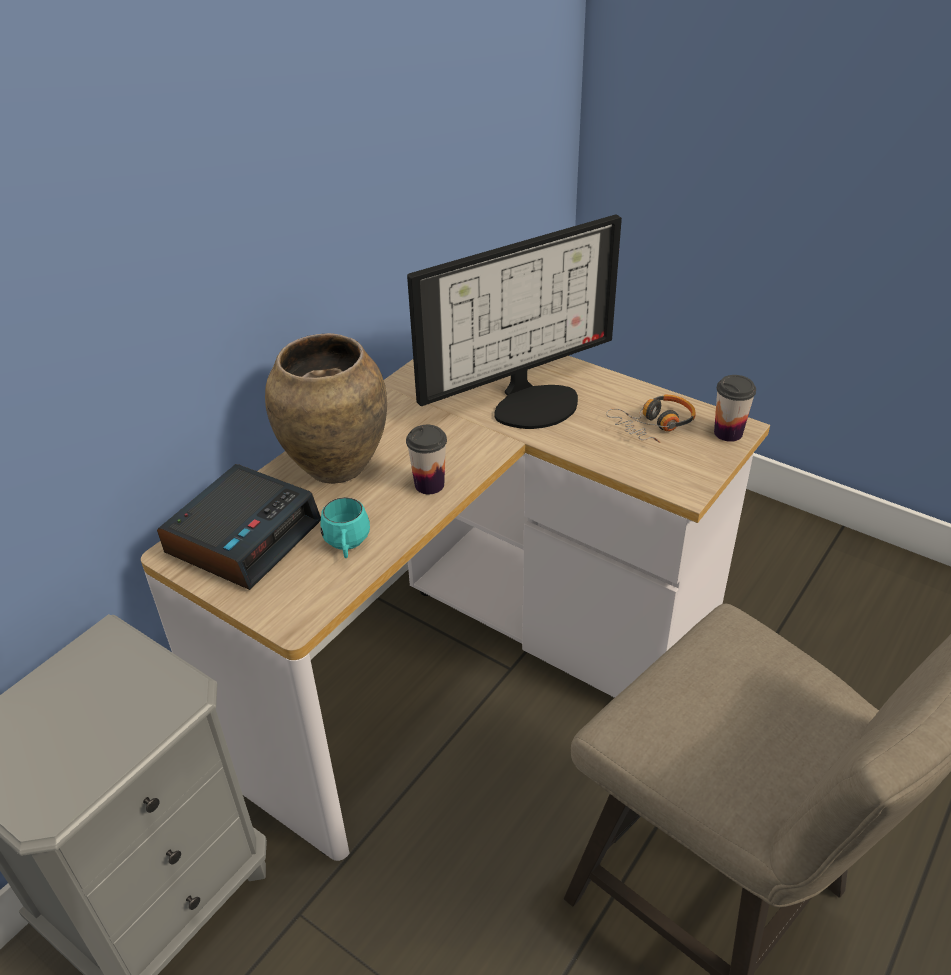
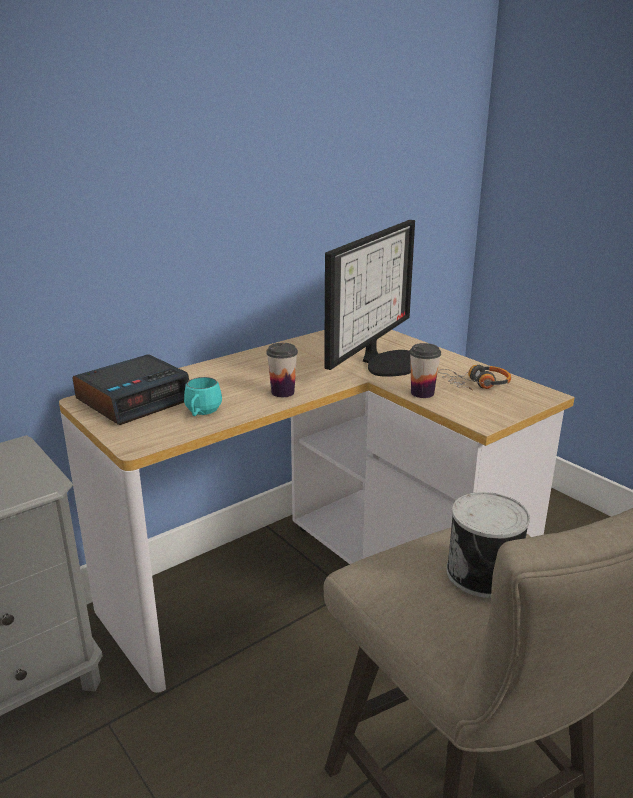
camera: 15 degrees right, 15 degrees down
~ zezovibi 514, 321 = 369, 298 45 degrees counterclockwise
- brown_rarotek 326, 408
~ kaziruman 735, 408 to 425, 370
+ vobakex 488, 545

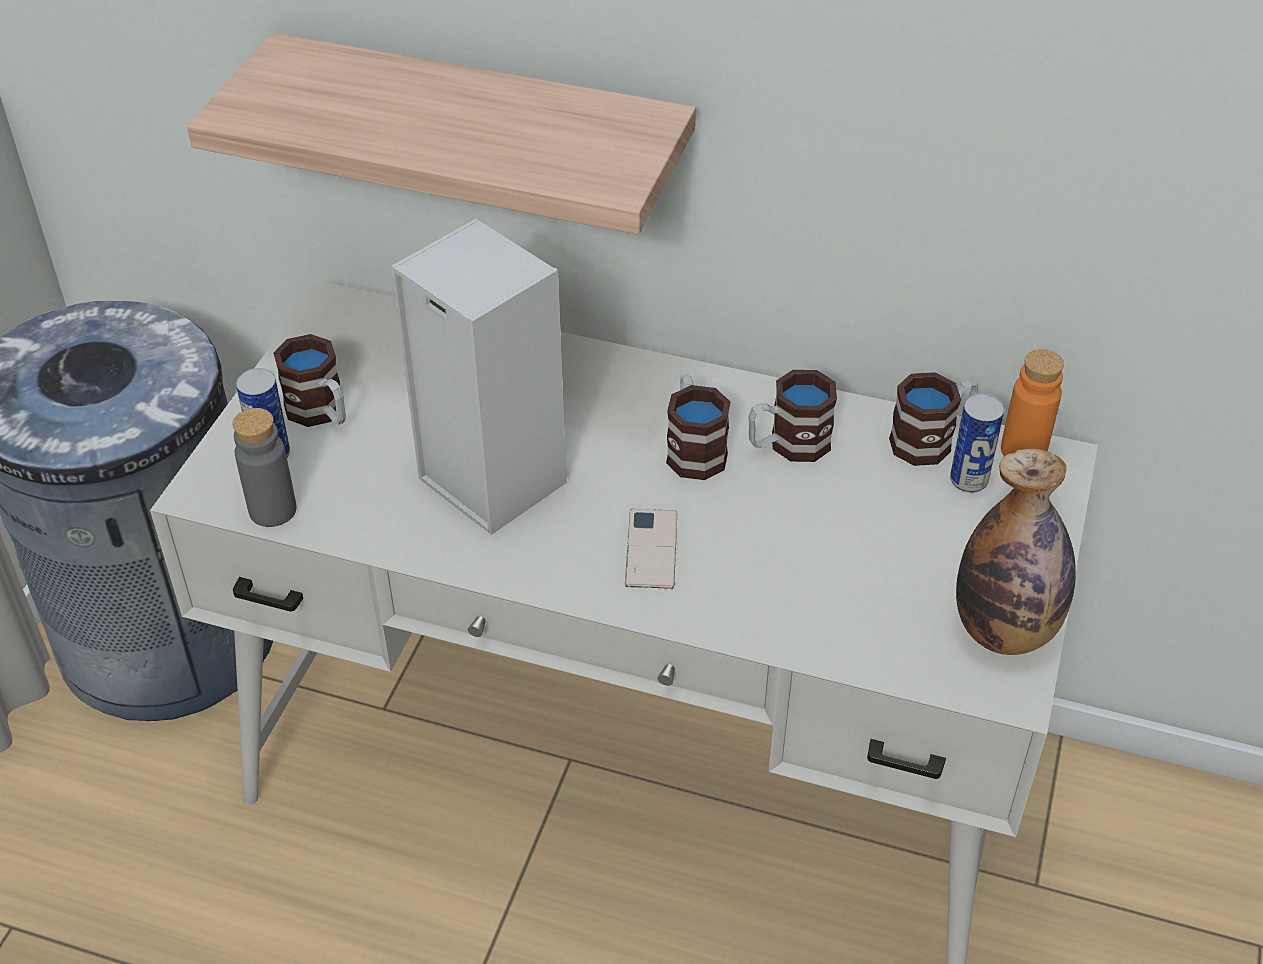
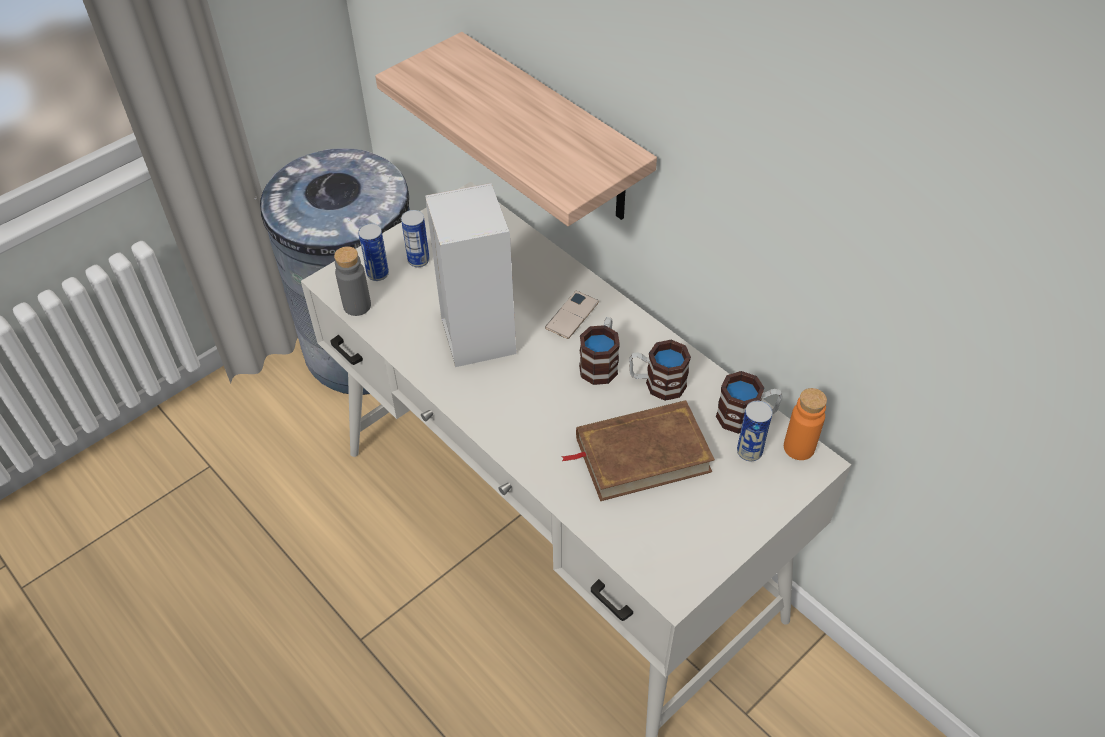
camera: 30 degrees right, 5 degrees up
~ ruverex 309, 380 to vobakex 415, 238
- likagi 1016, 552
~ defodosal 651, 549 to 572, 315
+ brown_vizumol 638, 450

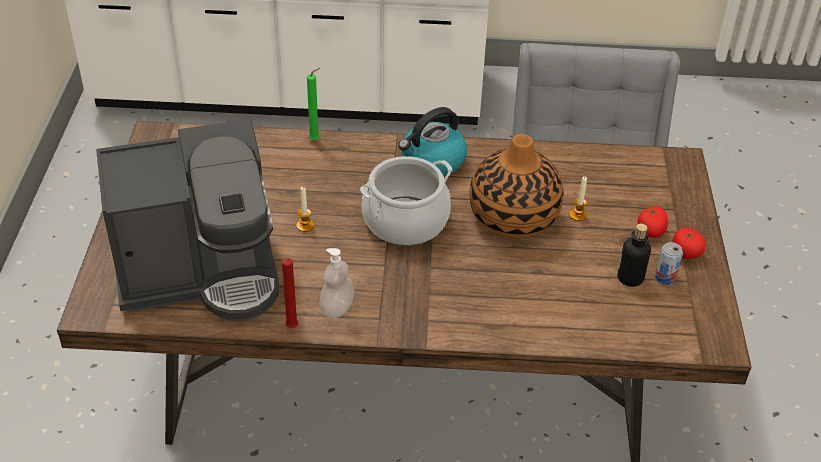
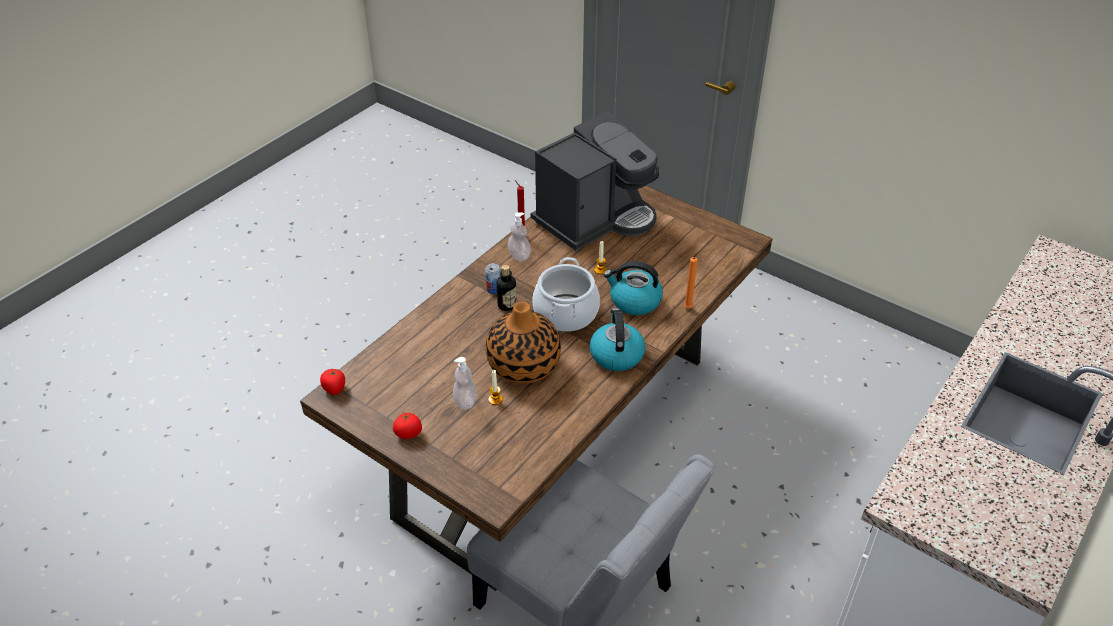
camera: 125 degrees right, 0 degrees up
~ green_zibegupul 313, 104 to orange_zibegupul 691, 282
~ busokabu 187, 220 = 595, 181 150 degrees counterclockwise
~ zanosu 653, 222 to 332, 382
~ likagi 634, 255 to 506, 288
~ vobakex 669, 263 to 493, 278
+ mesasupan 633, 288
+ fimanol 465, 383

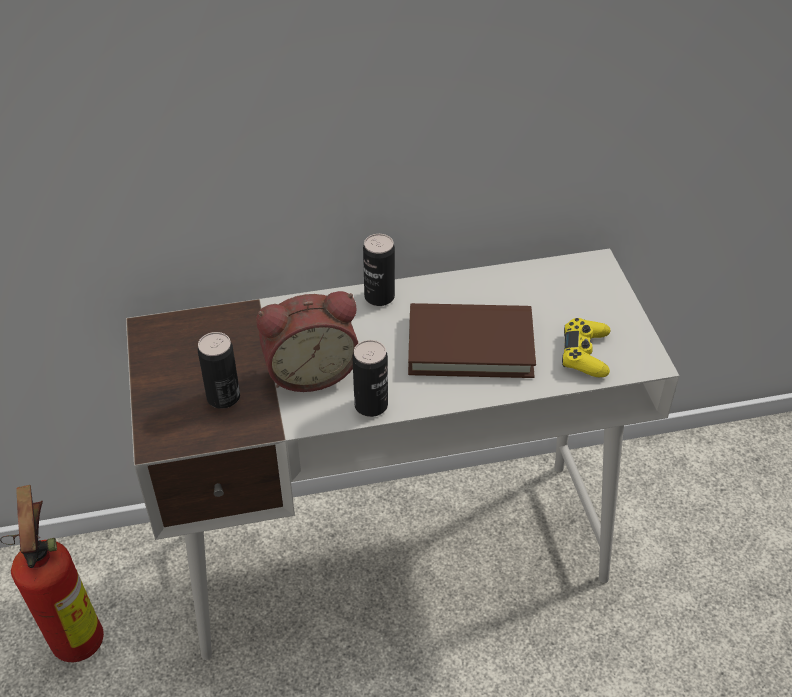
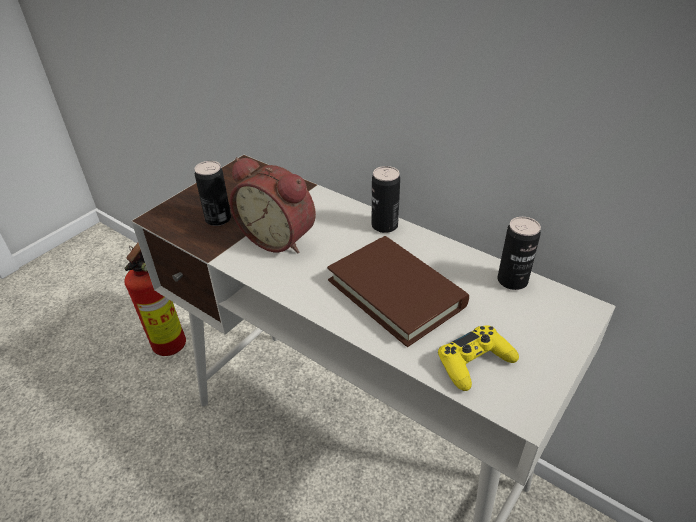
camera: 50 degrees right, 5 degrees down
~ vobakex 370, 378 to 519, 253

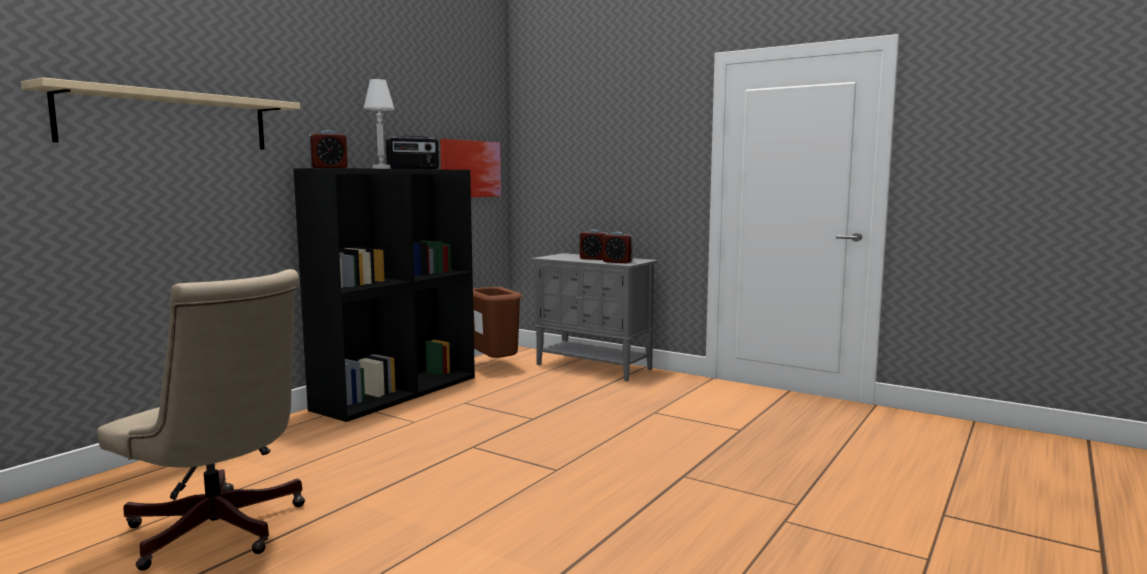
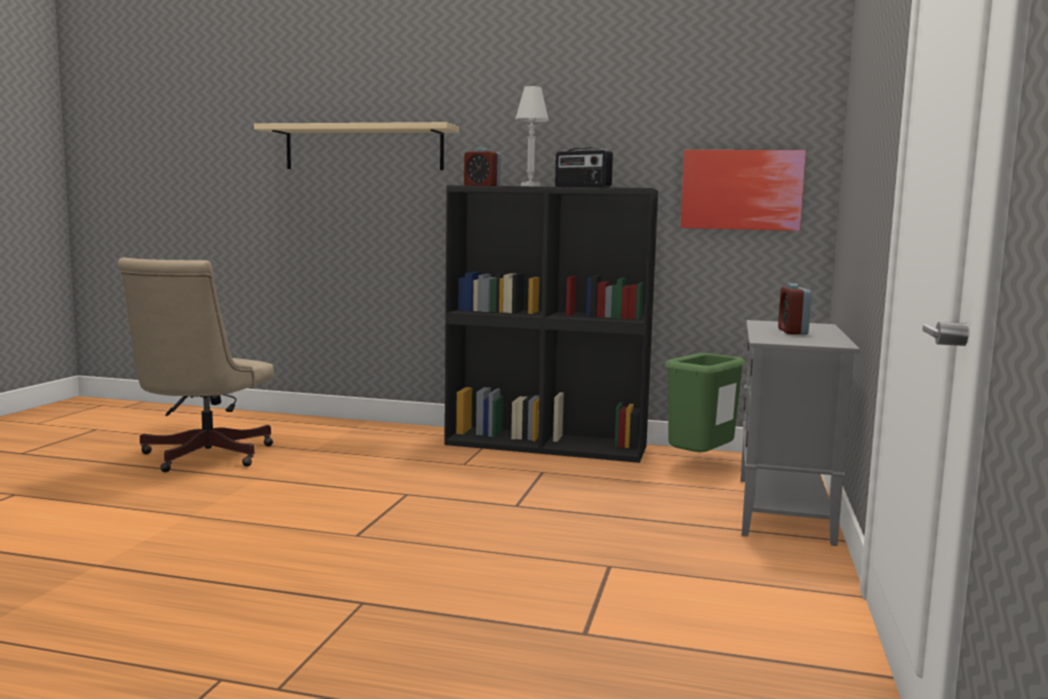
camera: 70 degrees right, 0 degrees up
- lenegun 618, 247
~ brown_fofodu 497, 322 to green_fofodu 705, 402

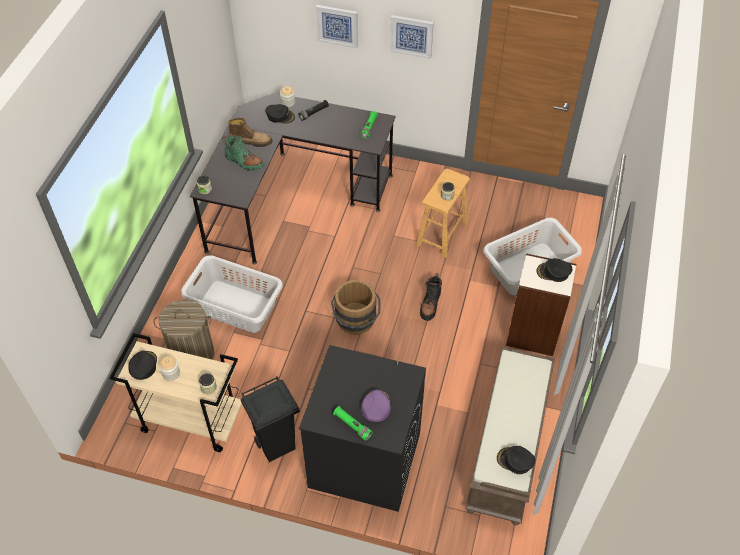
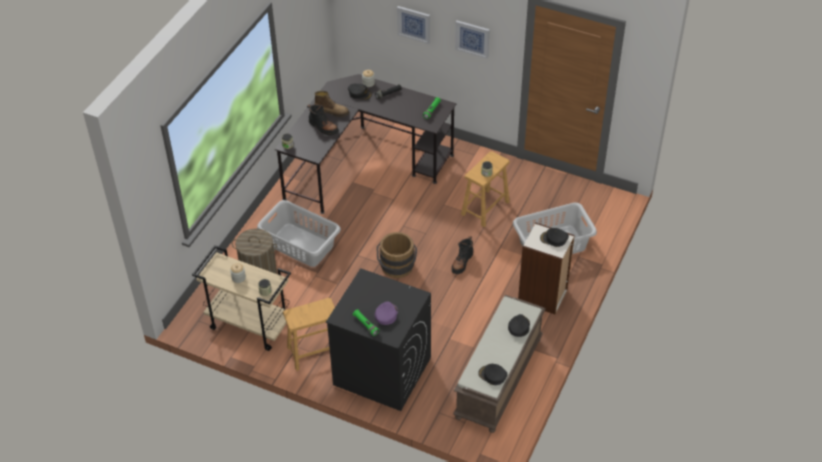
camera: 10 degrees right, 5 degrees down
~ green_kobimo 243, 153 to black_kobimo 323, 119
~ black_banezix 142, 365 to 519, 325
~ black_fofodu 270, 419 to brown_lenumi 309, 334

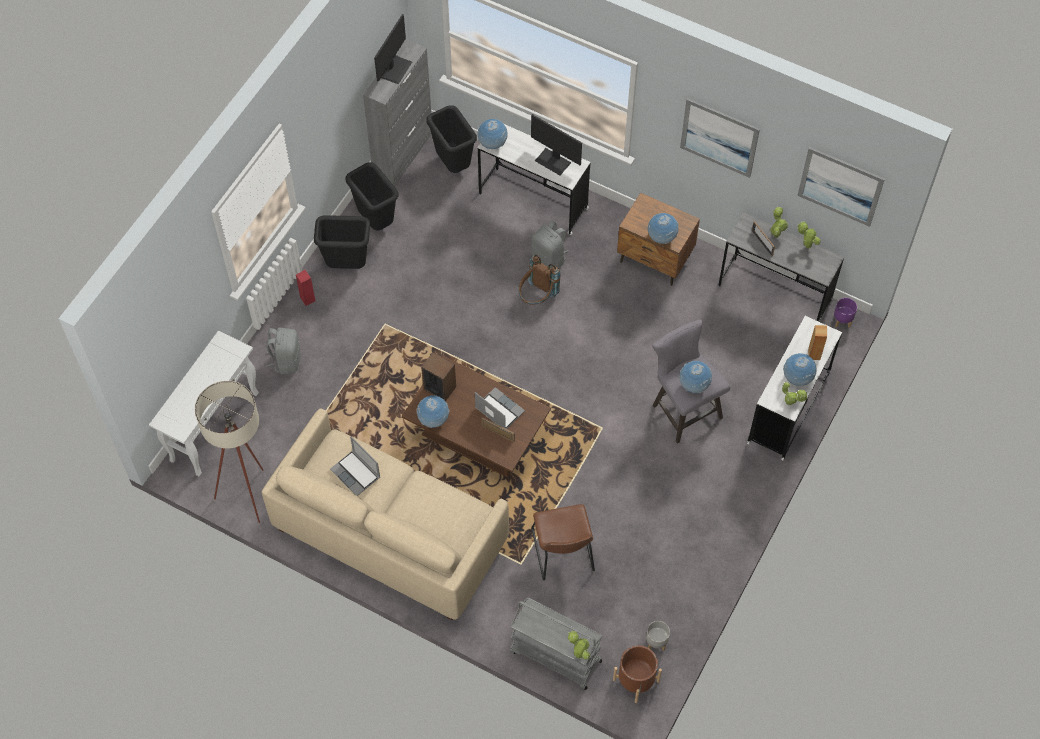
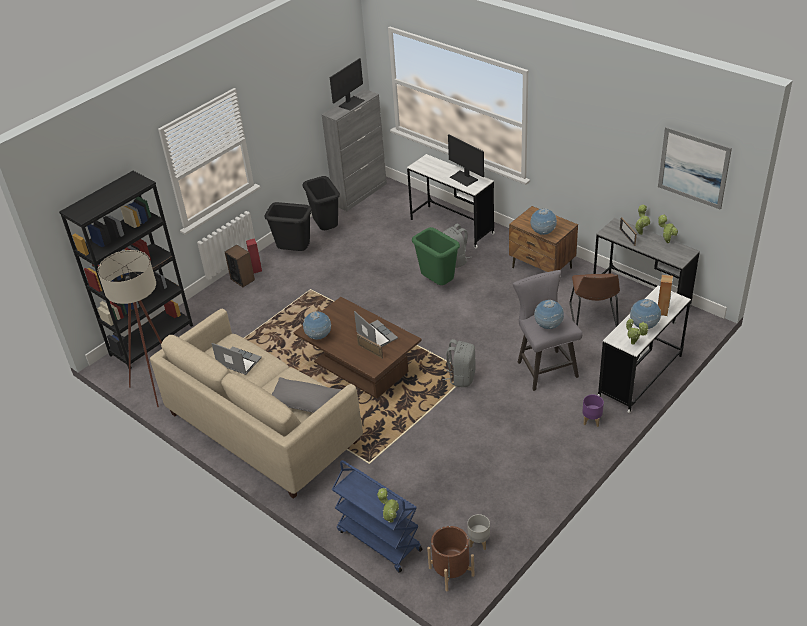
camera: 15 degrees right, 20 degrees down
- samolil 720, 138
- black_fofodu 451, 139
- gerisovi 493, 134
~ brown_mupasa 539, 279 to green_fofodu 436, 256
~ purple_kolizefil 845, 313 to 593, 411
~ grey_mupasa 283, 350 to 459, 363
~ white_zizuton 204, 403 to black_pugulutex 126, 270
~ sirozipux 438, 376 to 240, 266
~ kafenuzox 355, 466 = 237, 359 150 degrees clockwise
~ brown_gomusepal 563, 542 to 595, 300
~ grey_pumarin 555, 643 to blue_pumarin 377, 516
+ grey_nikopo 307, 395

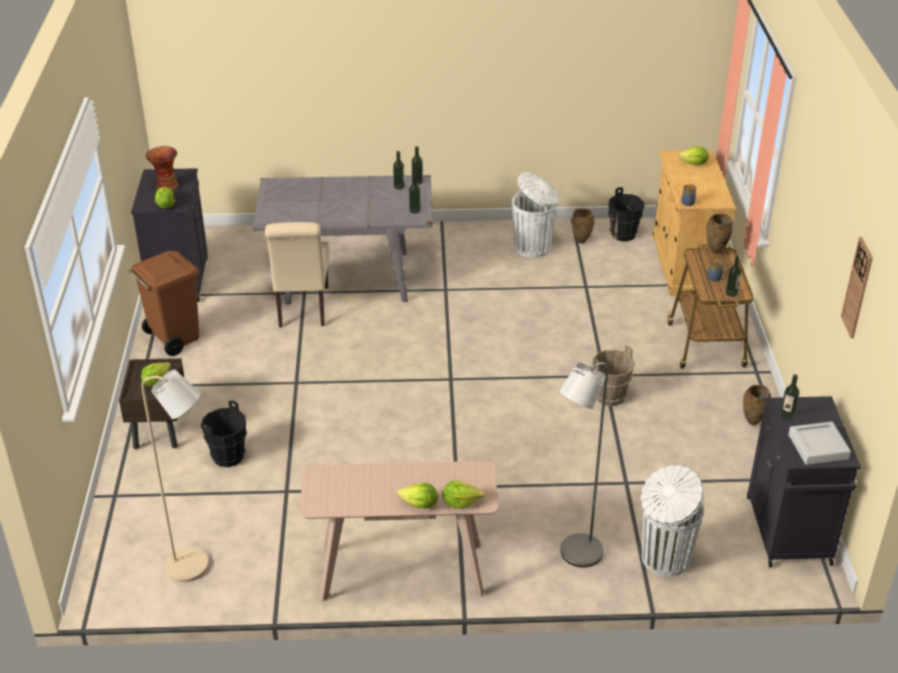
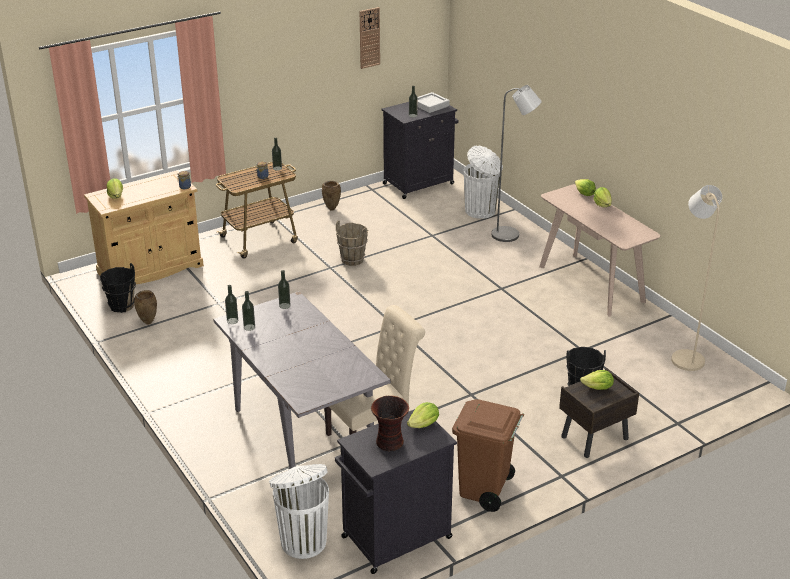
camera: 120 degrees left, 5 degrees down
~ white_fofodu 535, 215 to 299, 511
- brown_rarotek 719, 234

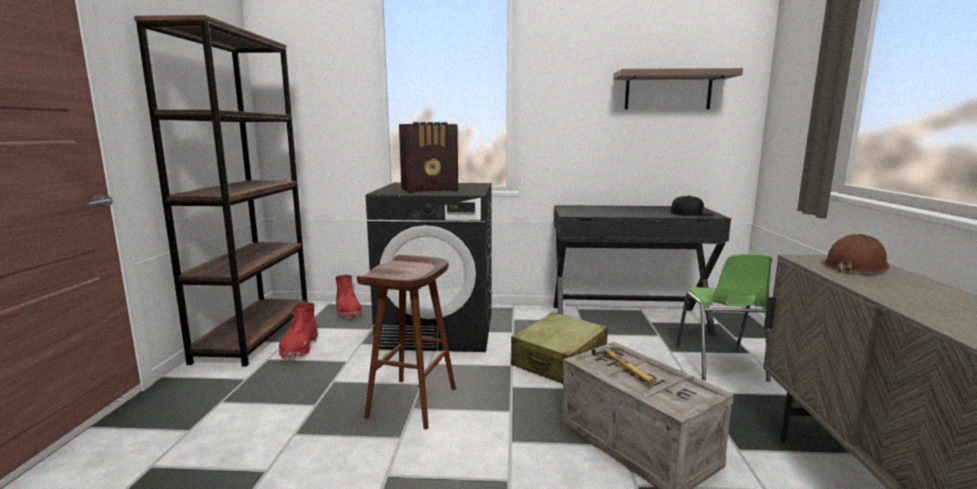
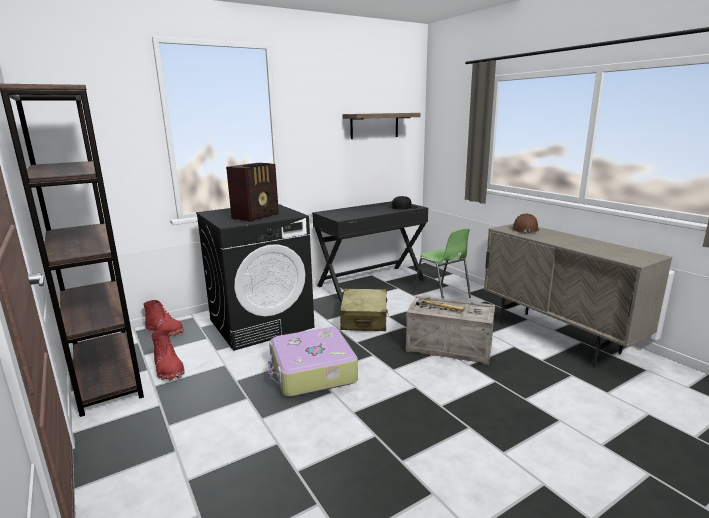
camera: 35 degrees left, 5 degrees up
~ brown_lenumi 406, 342 to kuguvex 313, 362

